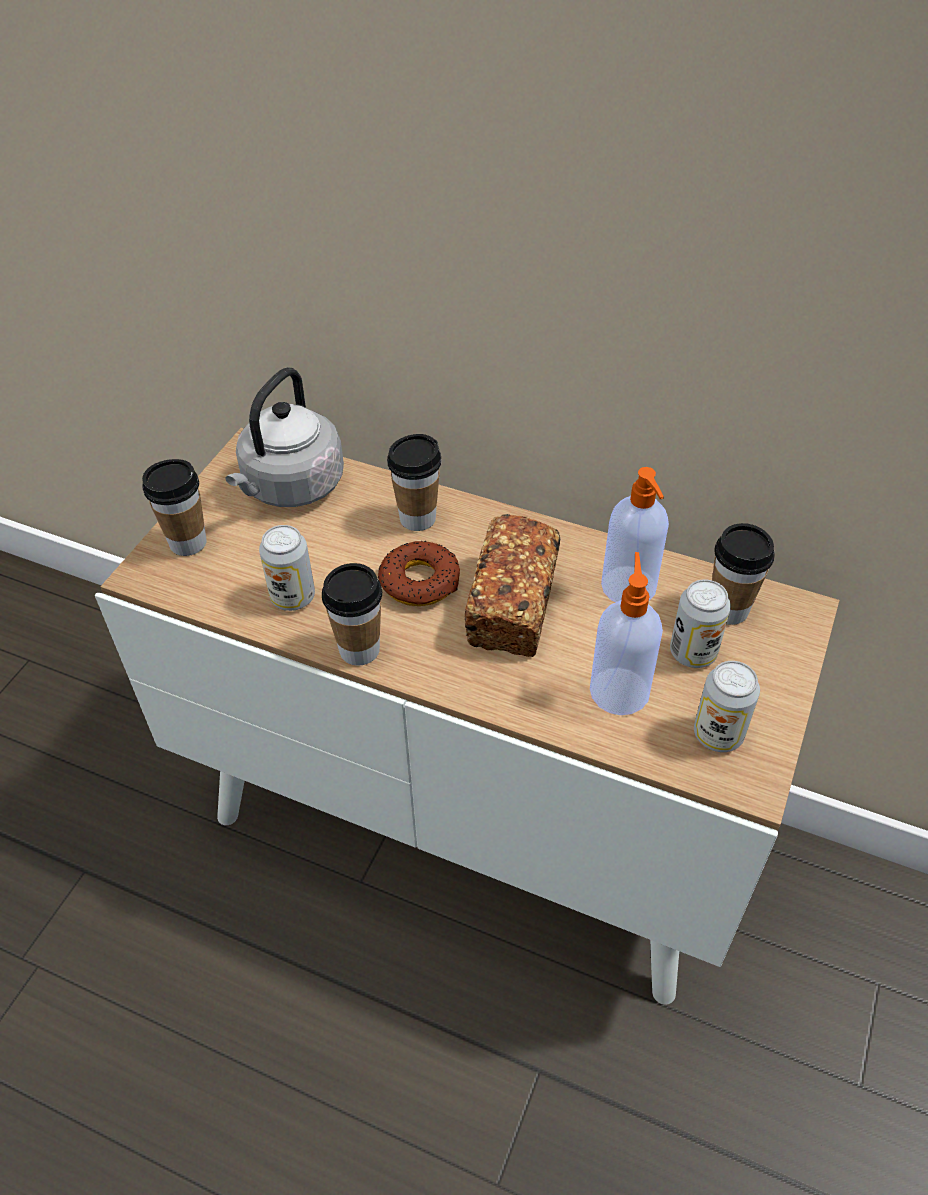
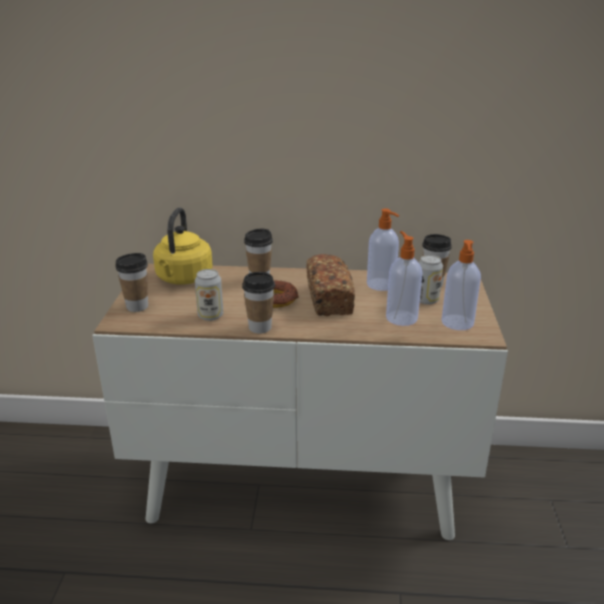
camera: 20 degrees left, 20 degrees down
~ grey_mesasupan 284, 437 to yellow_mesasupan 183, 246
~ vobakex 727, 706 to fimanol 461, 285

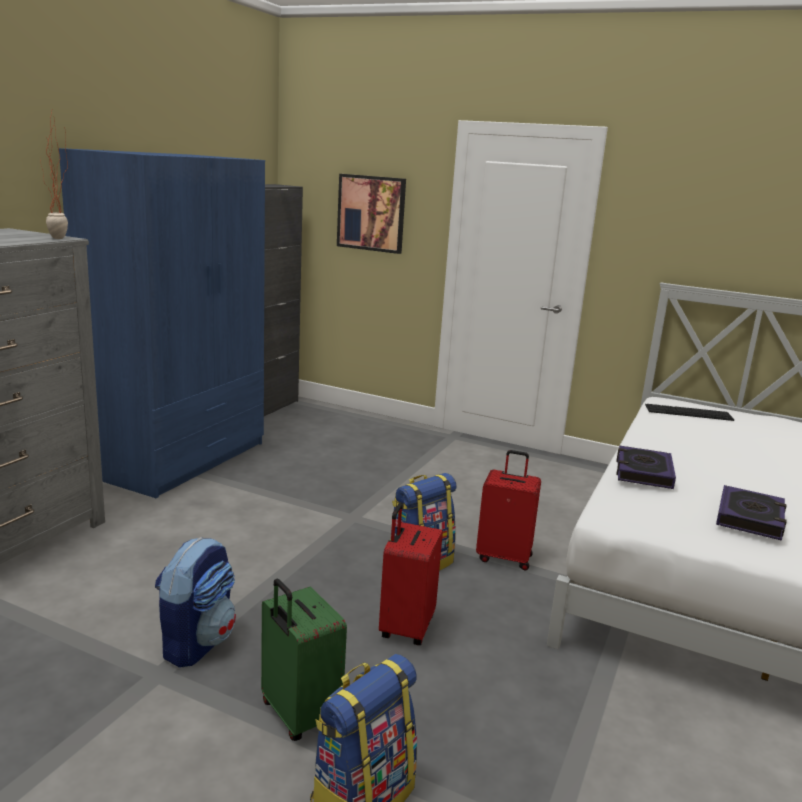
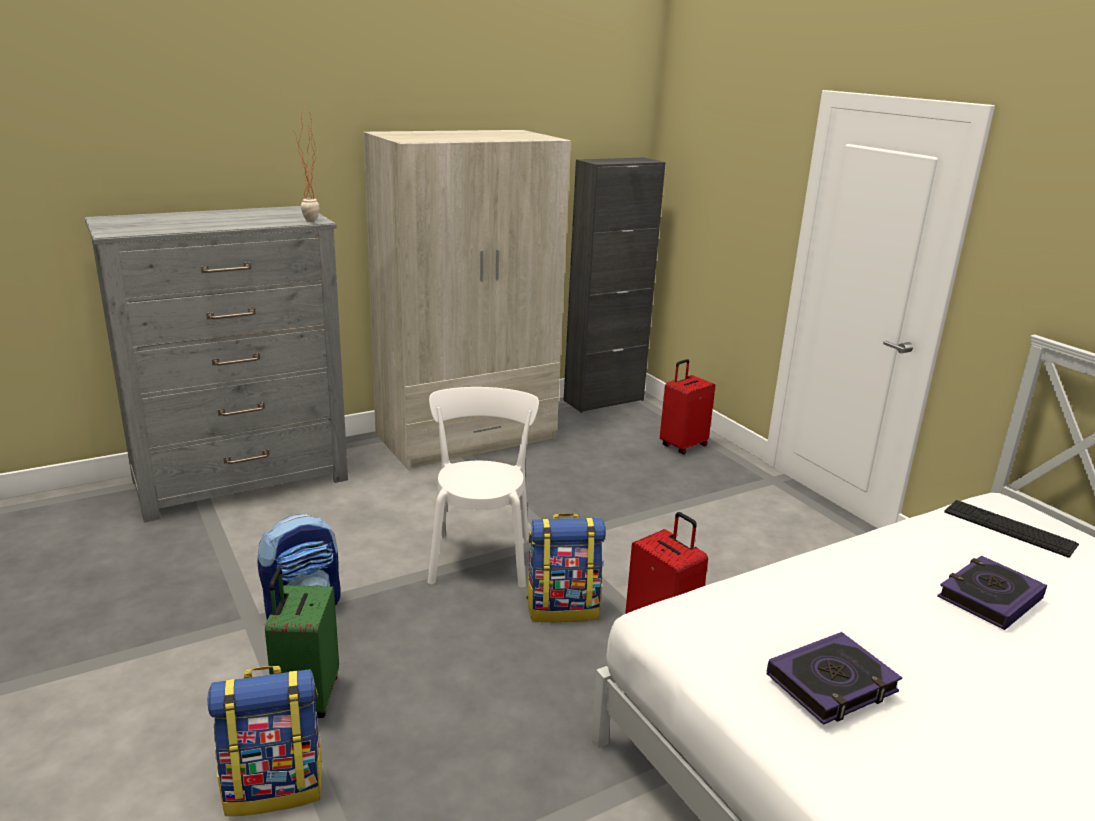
camera: 35 degrees right, 5 degrees up
~ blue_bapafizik 162, 323 to beige_bapafizik 467, 300
- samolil 371, 214
~ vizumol 646, 467 to 992, 593
~ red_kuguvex 411, 574 to 687, 406
+ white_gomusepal 483, 487

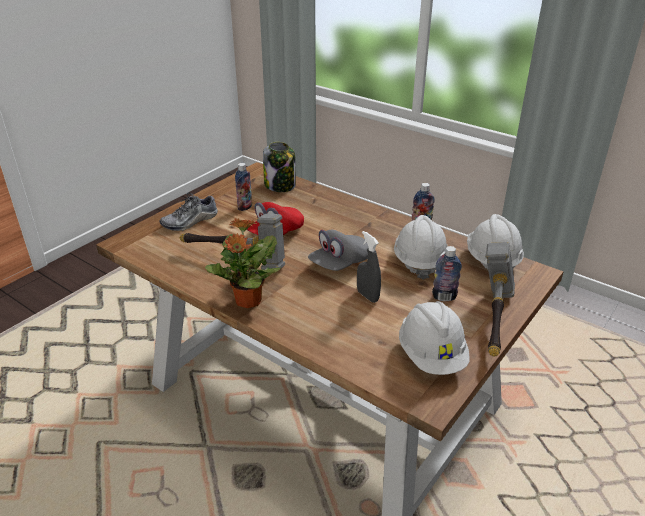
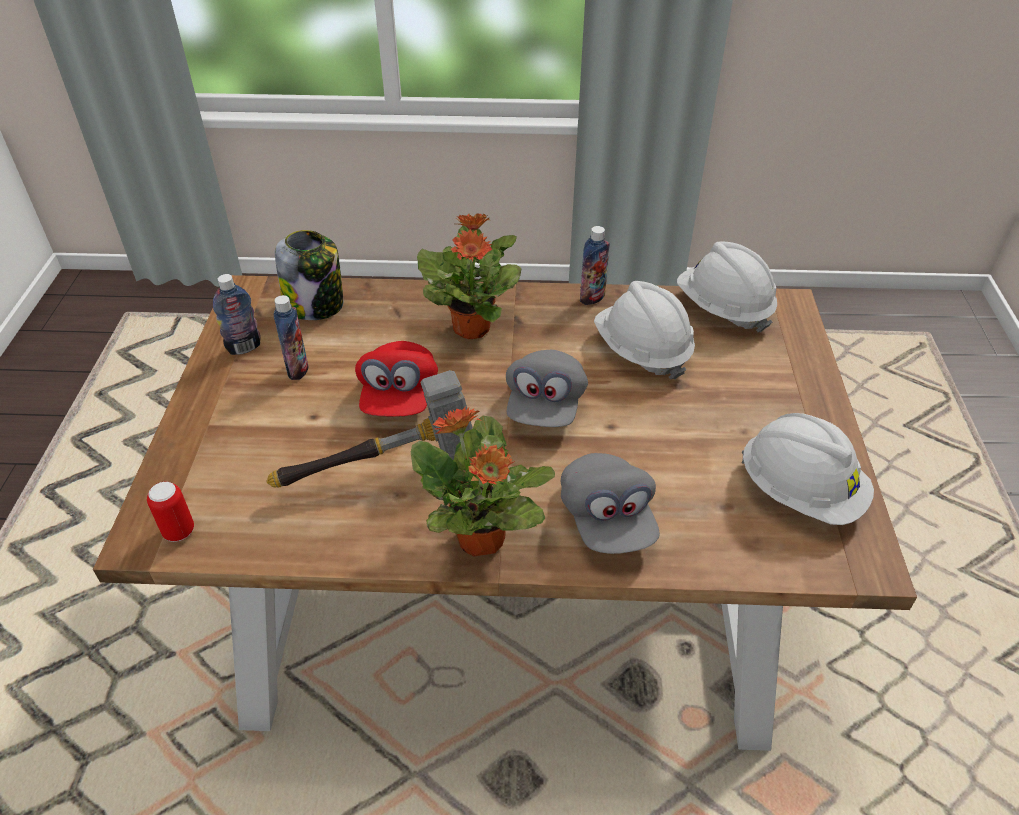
camera: 35 degrees left, 10 degrees up
- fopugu 189, 211
- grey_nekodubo 369, 267
- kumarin 500, 299
~ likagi 447, 273 to 237, 314
+ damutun 469, 276
+ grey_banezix 610, 503
+ vobakex 170, 512

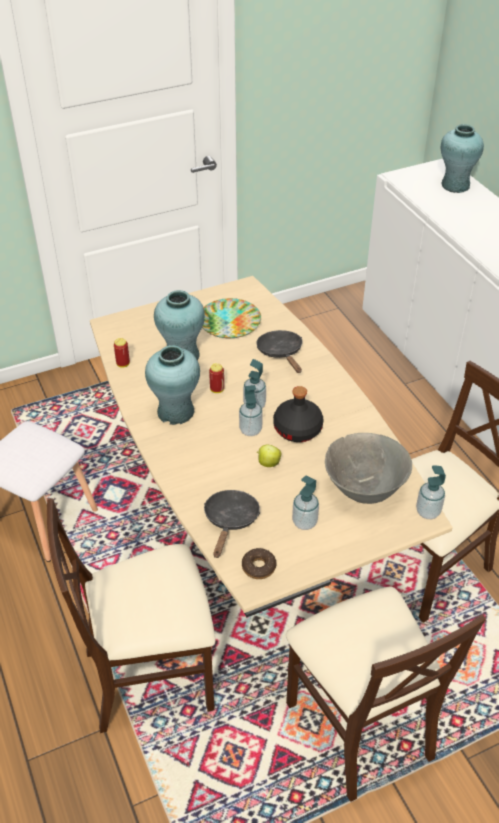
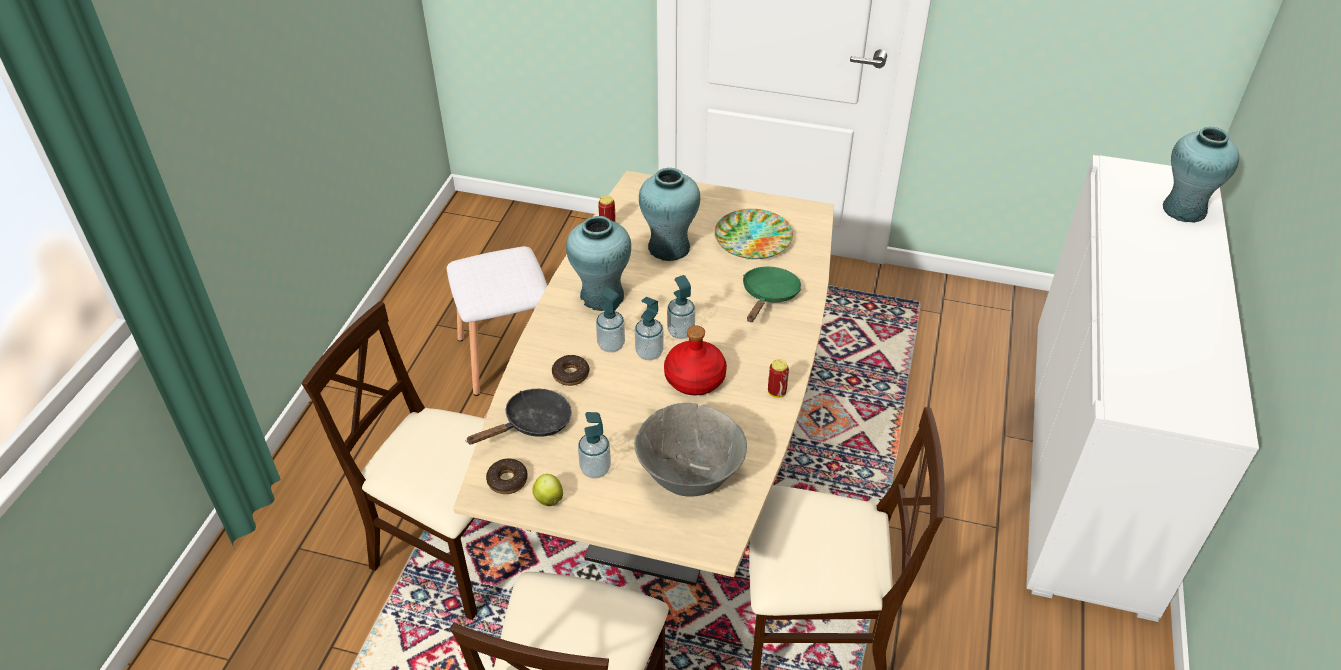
camera: 40 degrees right, 0 degrees up
~ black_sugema 279, 351 to green_sugema 772, 294
~ vobakex 216, 378 to 778, 378
~ black_likagi 298, 414 to red_likagi 695, 361
~ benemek 269, 456 to 547, 490
~ fimanol 431, 492 to 610, 320
+ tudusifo 570, 370

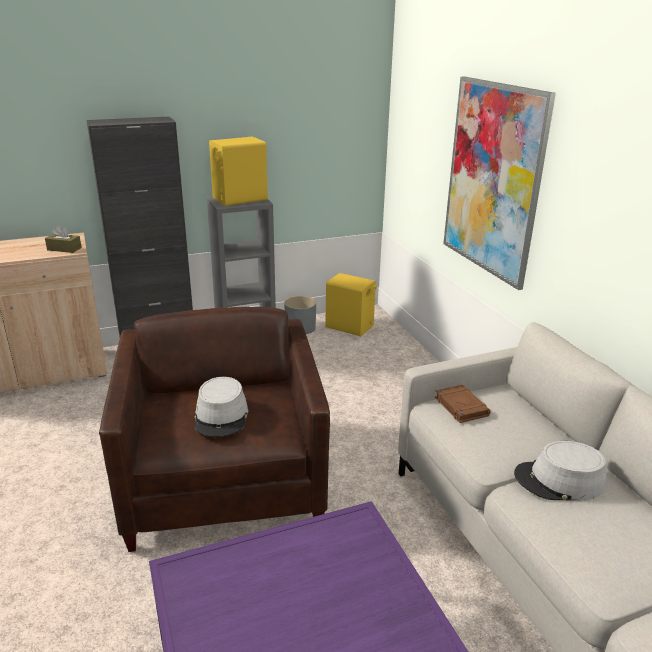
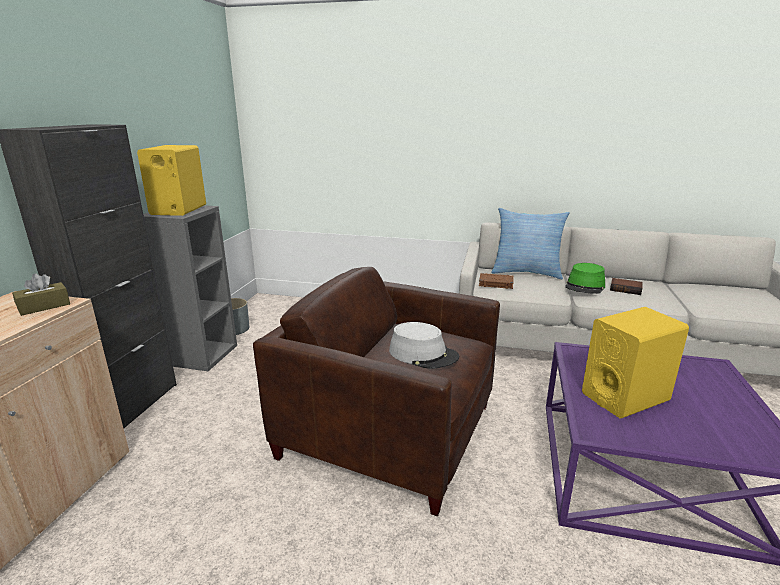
camera: 55 degrees left, 5 degrees down
- samolil 499, 183
~ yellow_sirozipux 351, 304 to 635, 362
~ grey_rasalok 560, 471 to green_rasalok 585, 278
+ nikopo 531, 243
+ vizumol 626, 286

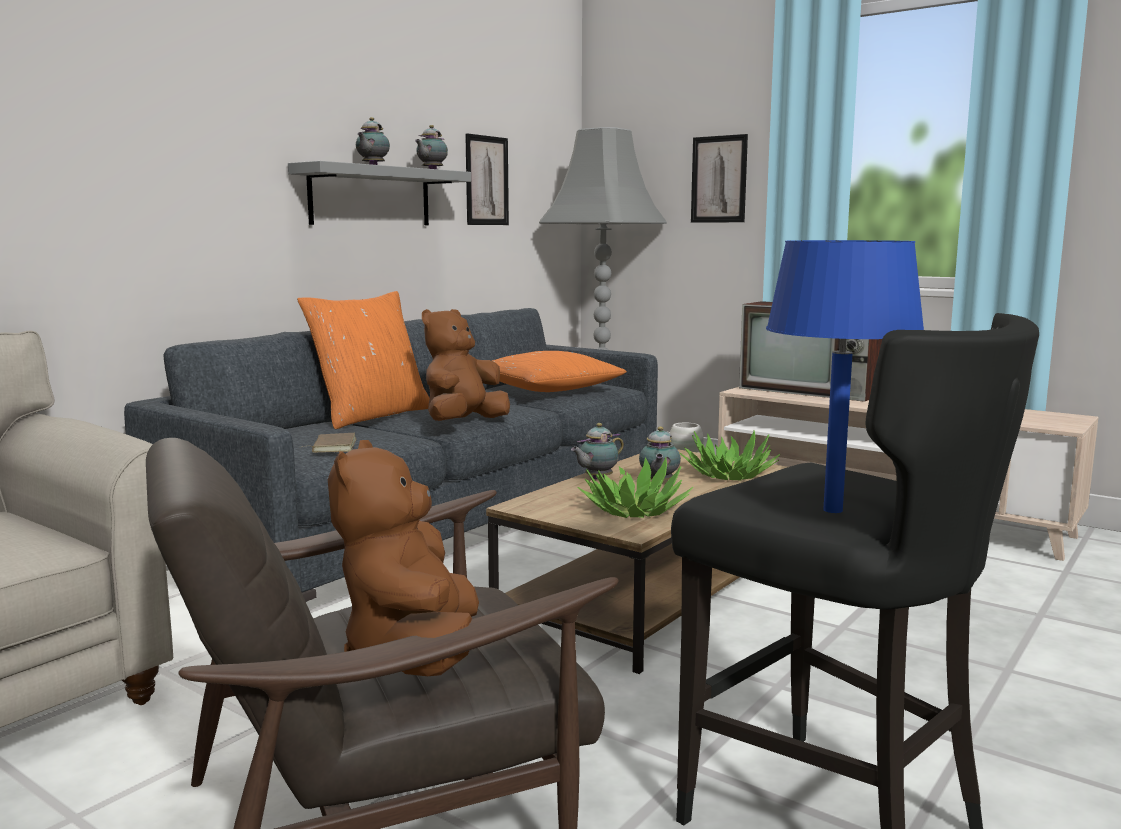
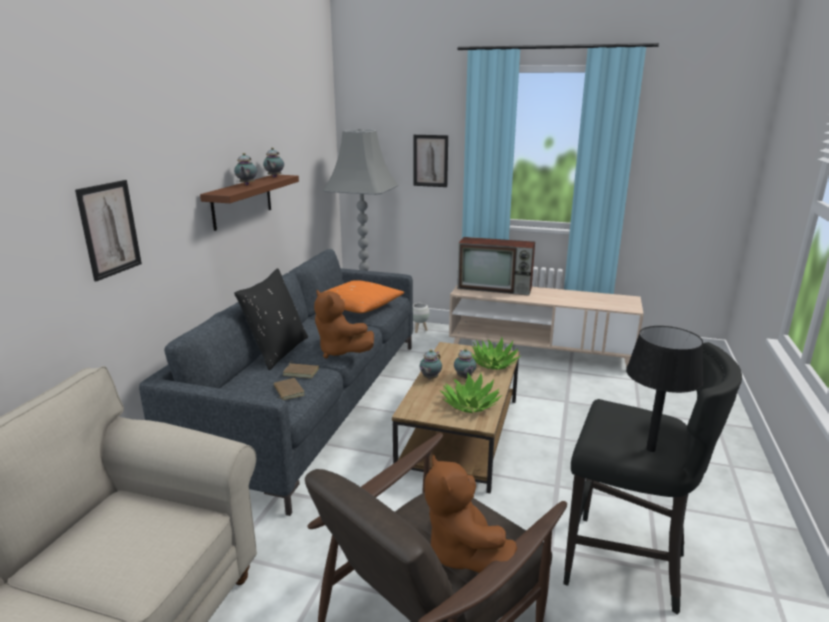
camera: 20 degrees left, 10 degrees up
~ samolil 487, 179 to 108, 231
~ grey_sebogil 379, 193 to brown_sebogil 249, 203
~ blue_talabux 845, 376 to black_talabux 664, 389
~ orange_nikopo 363, 360 to black_nikopo 271, 319
~ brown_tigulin 466, 365 = 344, 324 60 degrees counterclockwise
+ brown_vizumol 301, 369

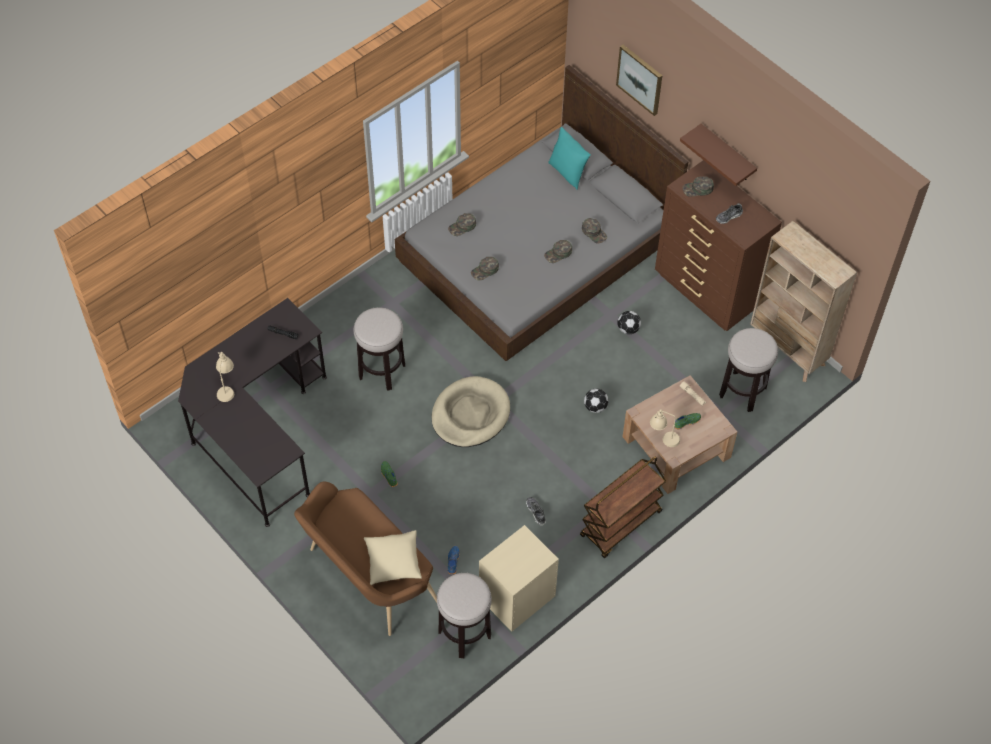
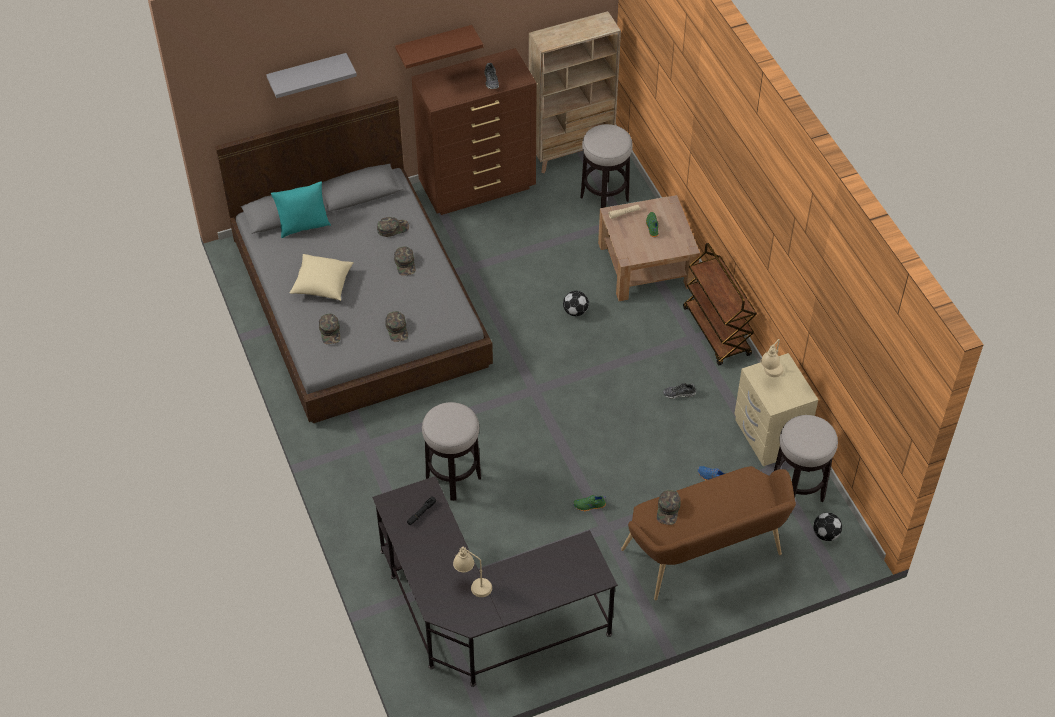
camera: 70 degrees left, 5 degrees down
~ samolil 639, 80 to grey_sebogil 311, 75
~ green_banezix 698, 186 to 669, 507
~ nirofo 629, 322 to 827, 527
- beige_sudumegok 470, 411
~ beige_talabux 665, 428 to 771, 358
~ beige_nikopo 393, 557 to 322, 277

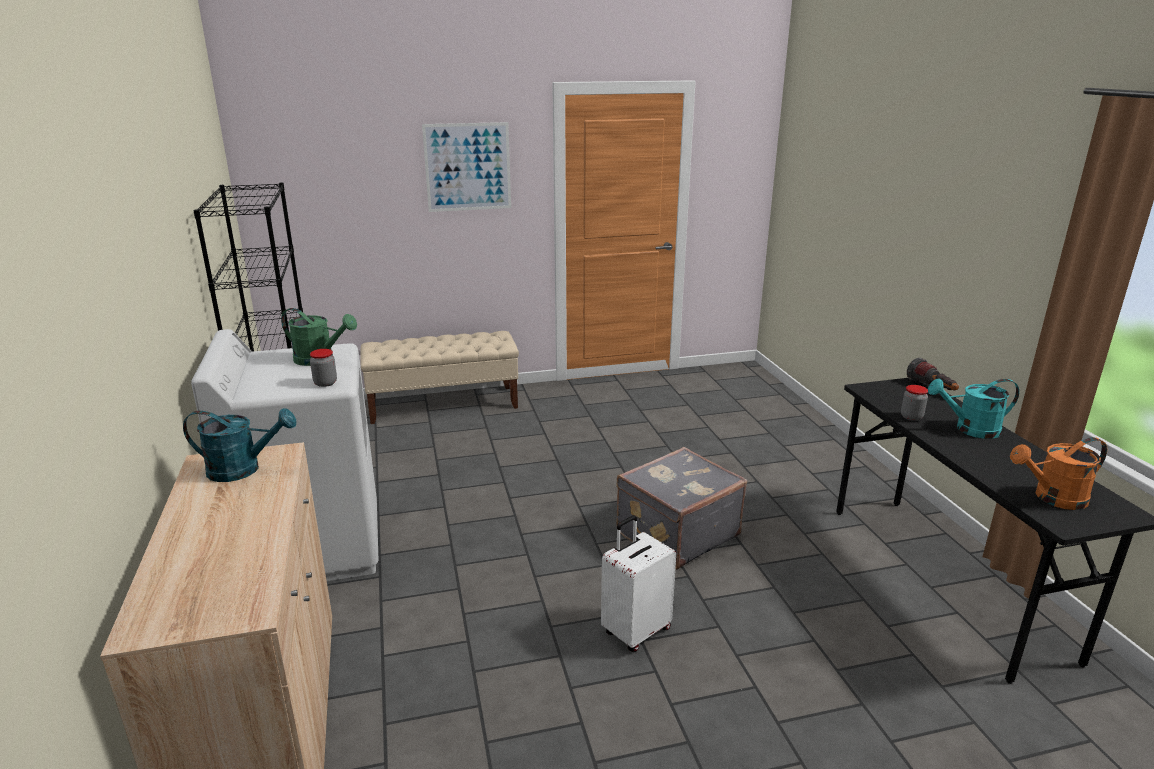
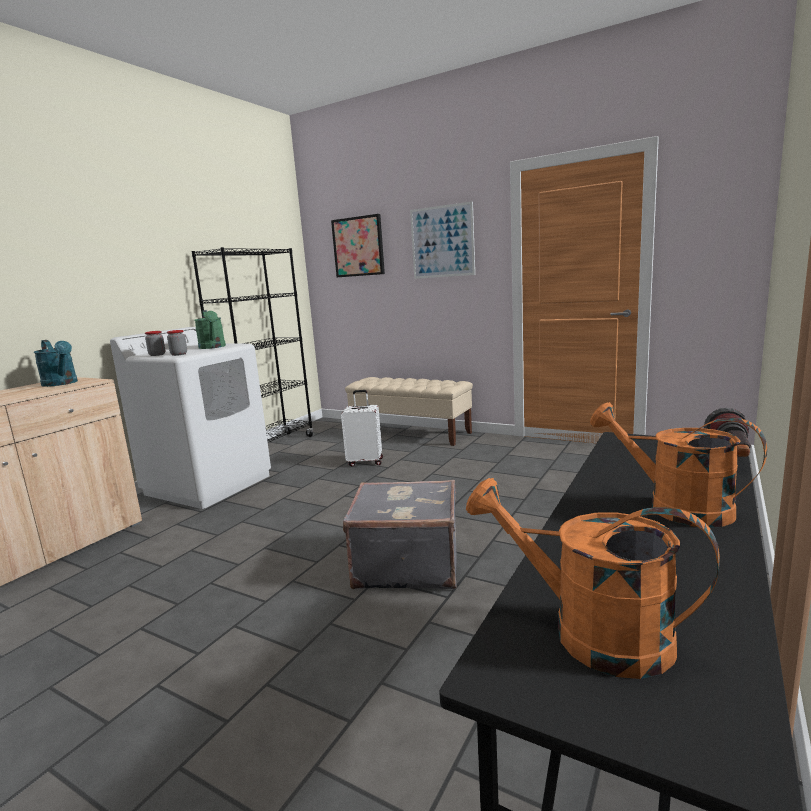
camera: 45 degrees right, 10 degrees down
~ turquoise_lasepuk 973, 409 to orange_lasepuk 678, 465
~ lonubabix 914, 403 to 155, 343
~ white_kuguvex 638, 583 to 362, 428
+ samolil 358, 245

